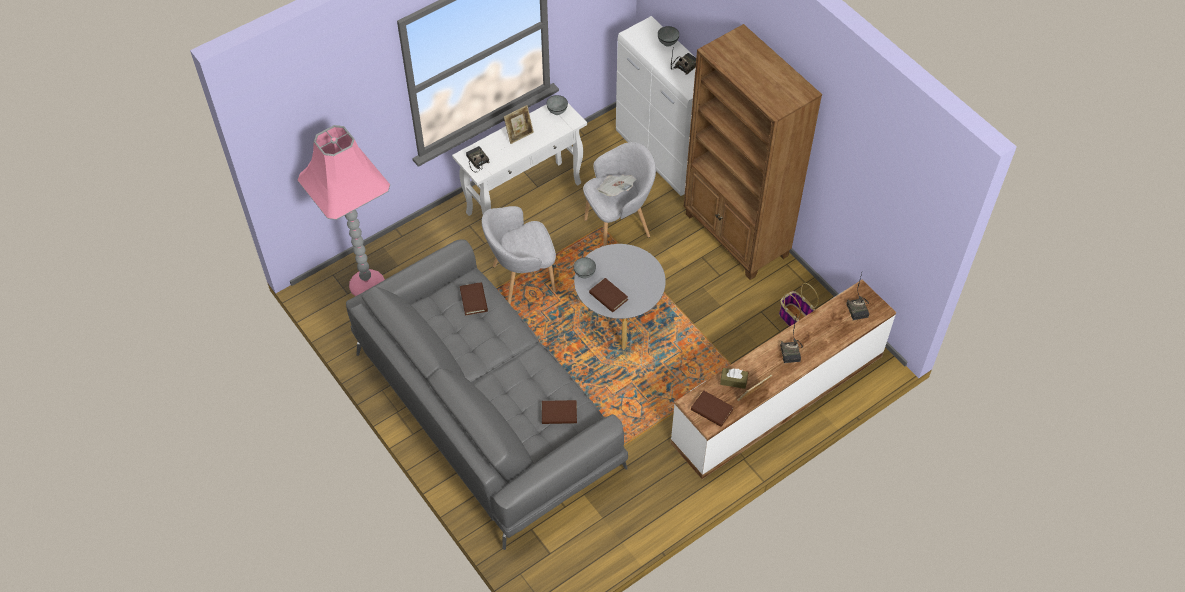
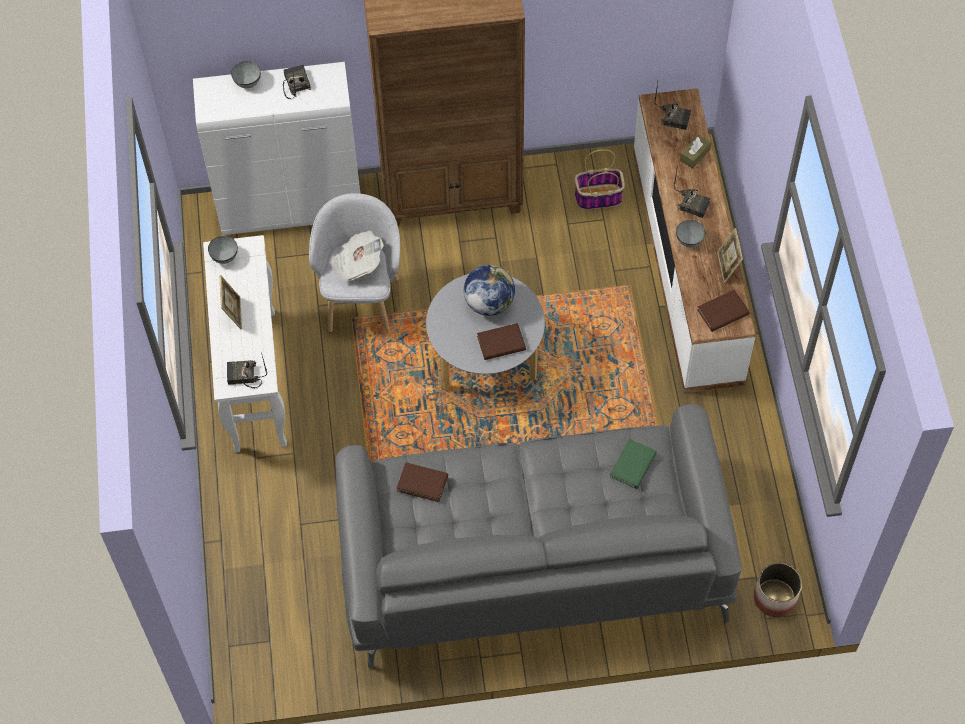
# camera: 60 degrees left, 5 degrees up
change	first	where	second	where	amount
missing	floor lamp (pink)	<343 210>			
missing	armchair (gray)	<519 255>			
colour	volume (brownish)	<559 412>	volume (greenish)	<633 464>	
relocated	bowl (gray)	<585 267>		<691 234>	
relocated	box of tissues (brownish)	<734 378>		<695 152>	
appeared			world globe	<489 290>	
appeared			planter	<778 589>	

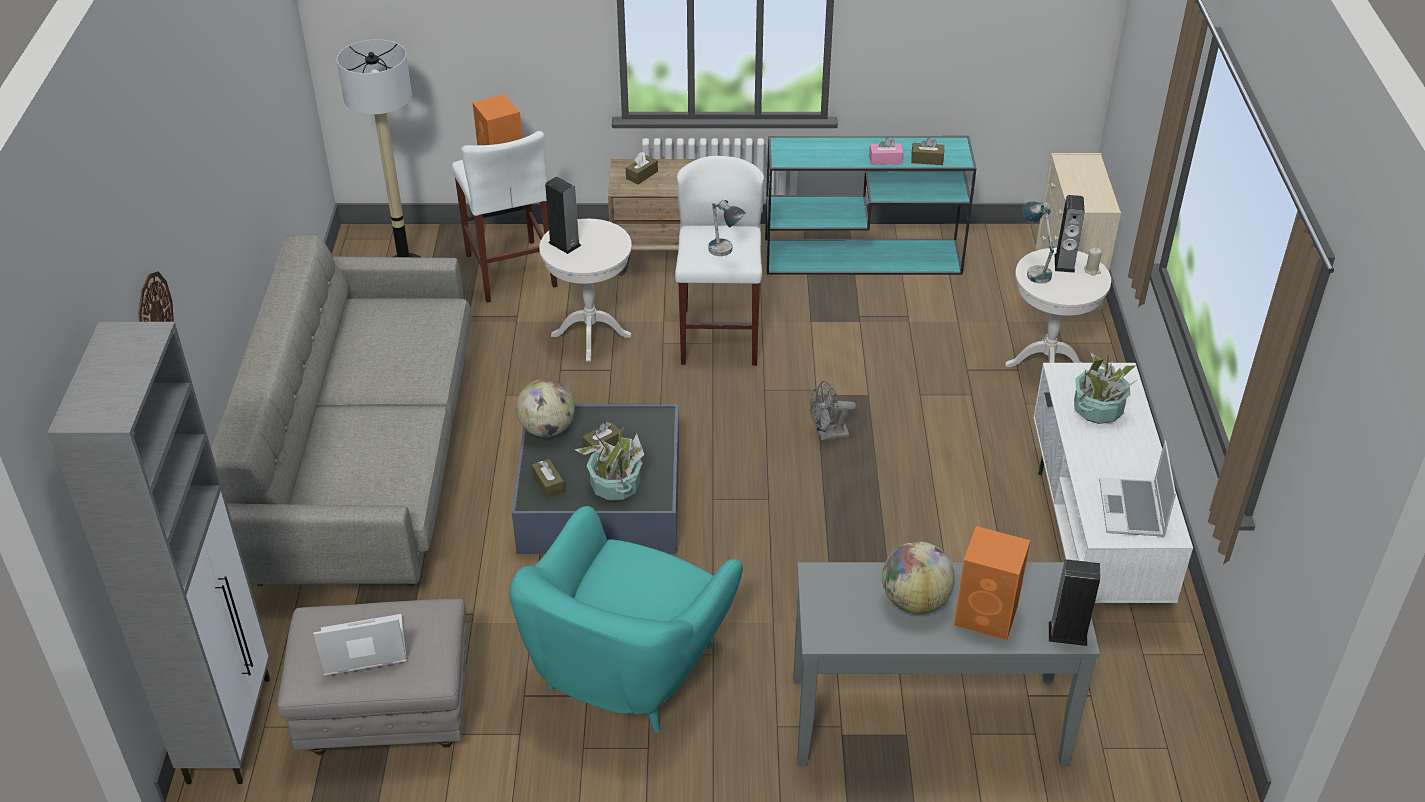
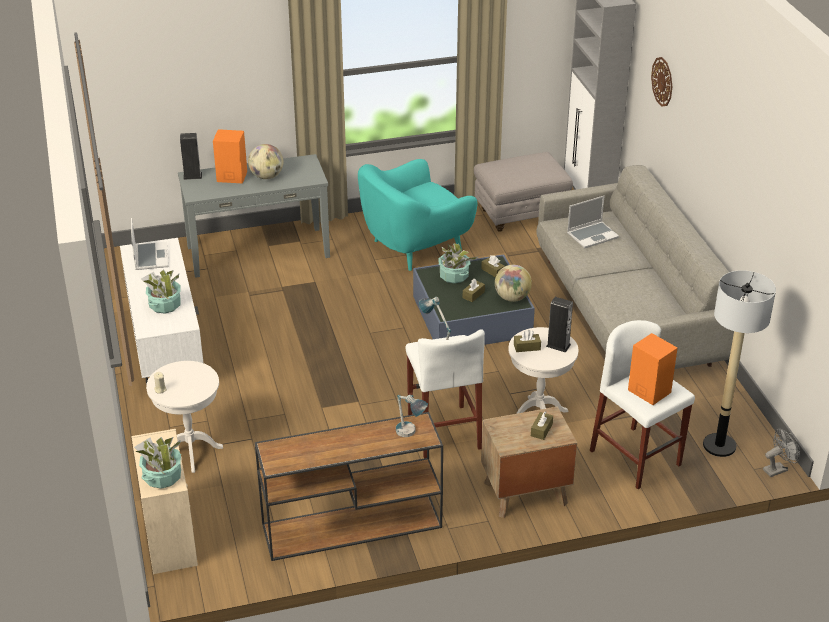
# camera: 165 degrees right, 5 degrees down
change	first	where	second	where	amount
relocated	notebook computer	<360 645>		<593 222>	
spun	armchair (turquoise)	<626 619>		<418 215>	135 degrees counterclockwise
colour	console table (turquoise)	<870 205>	console table (brownish)	<349 486>	
relocated	cooling fan (gray)	<833 411>		<781 453>	
missing	box of tissues (pink)	<886 151>			
relocated	box of tissues (brownish)	<927 151>		<527 341>	
relocated	tabletop lamp	<1038 243>		<412 416>	
missing	speaker	<1070 234>			
appeared			houseplant	<157 463>	

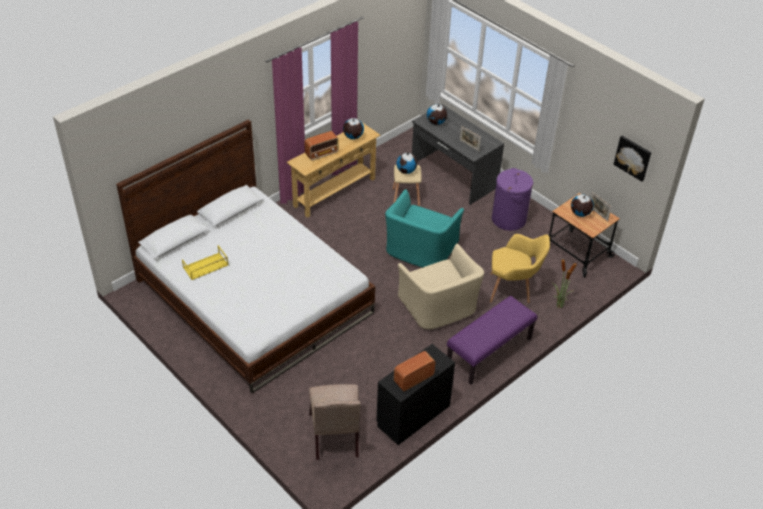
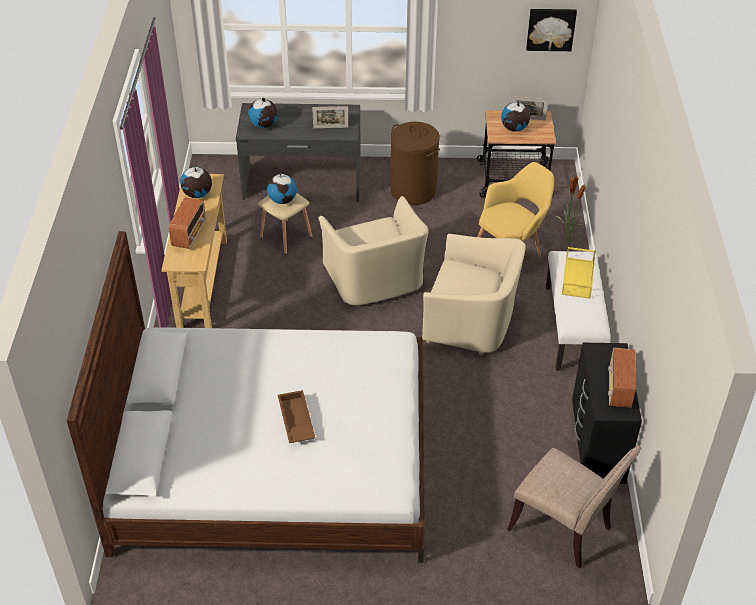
# camera: 45 degrees left, 0 degrees up
change	first	where	second	where	amount
relocated	carrying tray (yellow-coloured)	<205 262>		<579 273>	
colour	armchair (turquoise)	<424 228>	armchair (beige-coloured)	<374 250>	
colour	long seat (purplish)	<492 340>	long seat (white-coloured)	<578 311>	
colour	washing basket (purplish)	<512 199>	washing basket (brownish)	<415 163>	
appeared			carrying tray (brownish)	<296 416>	

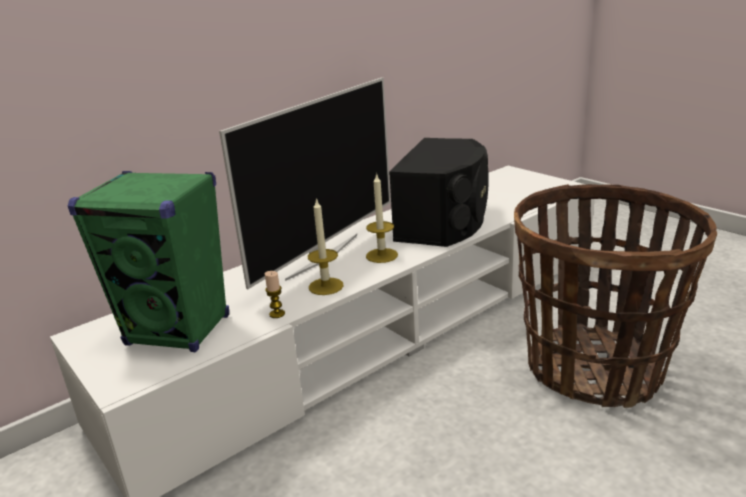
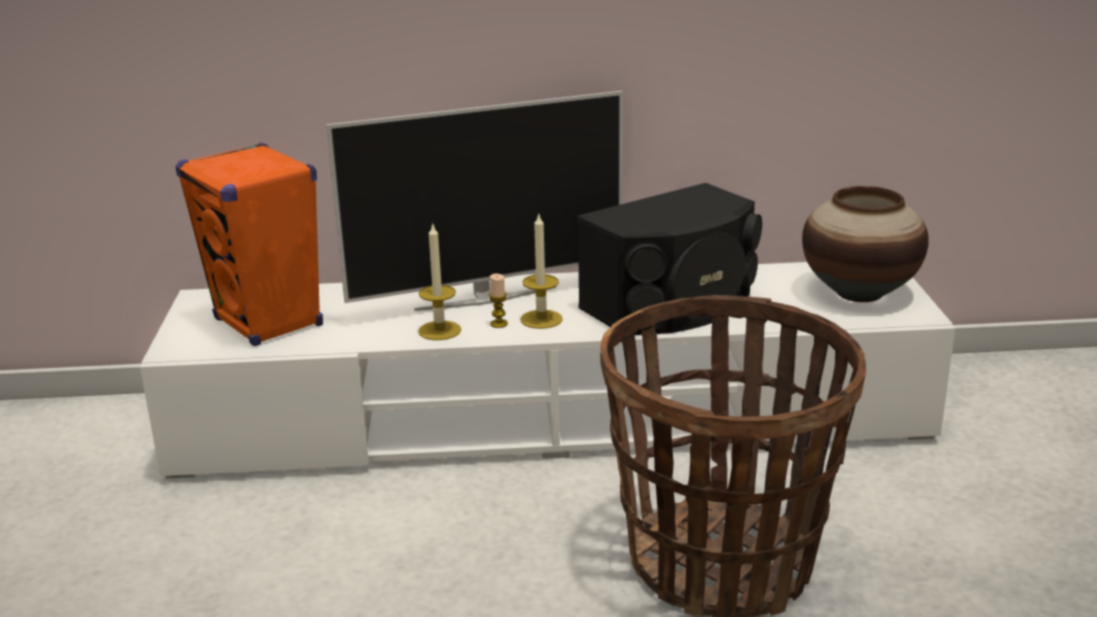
# camera: 35 degrees right, 0 degrees up
change	first	where	second	where	amount
colour	speaker (greenish)	<148 261>	speaker (orange-coloured)	<249 244>	
relocated	wax light	<275 294>		<498 301>	
appeared			decorative vase	<865 244>	

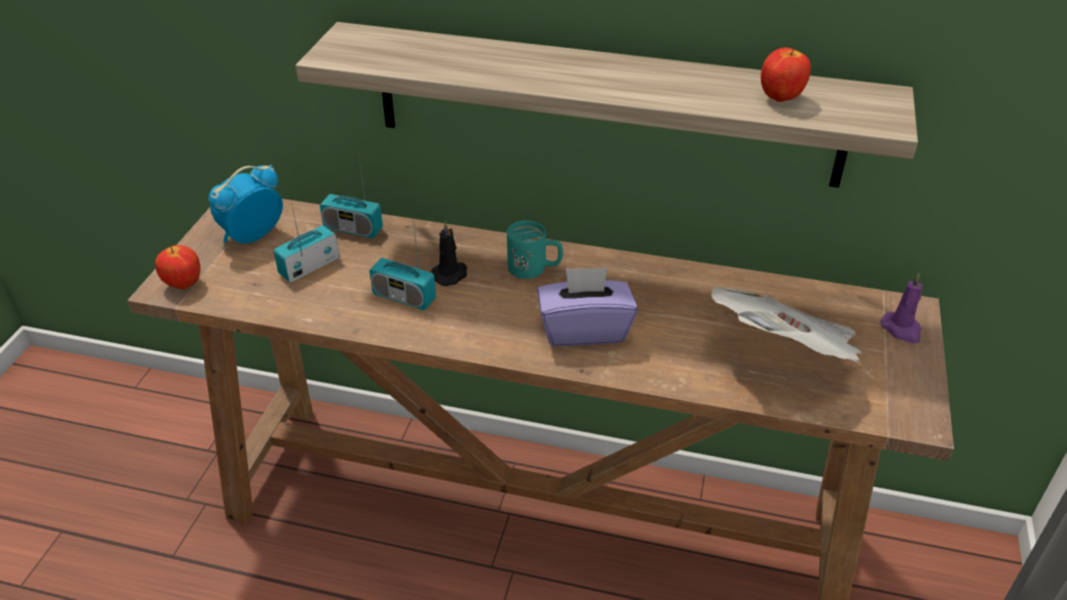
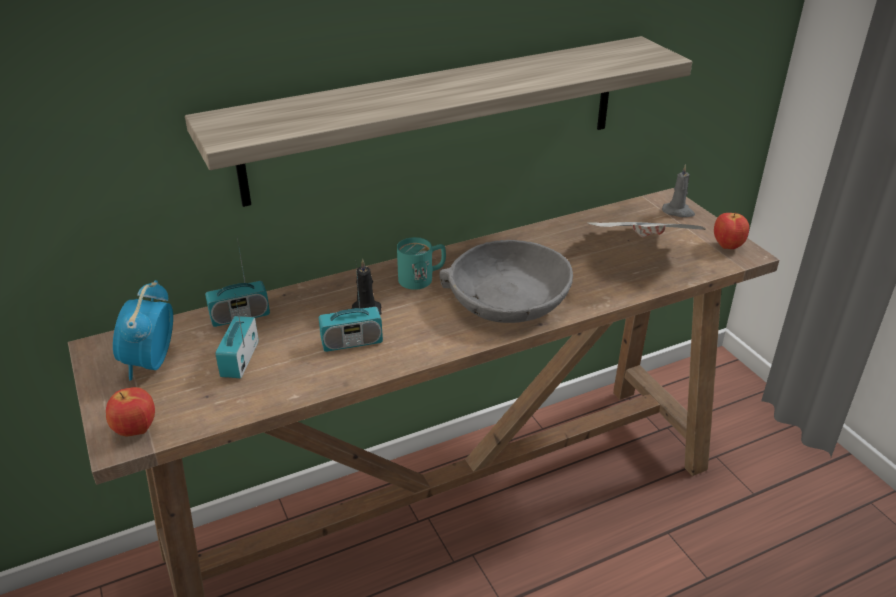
# camera: 40 degrees left, 5 degrees down
change	first	where	second	where	amount
exchanged	box of tissues (purplish)	<587 306>	bowl (gray)	<506 281>	
relocated	apple fruit	<786 74>		<731 230>	
colour	wax light (purplish)	<901 308>	wax light (gray)	<678 190>	

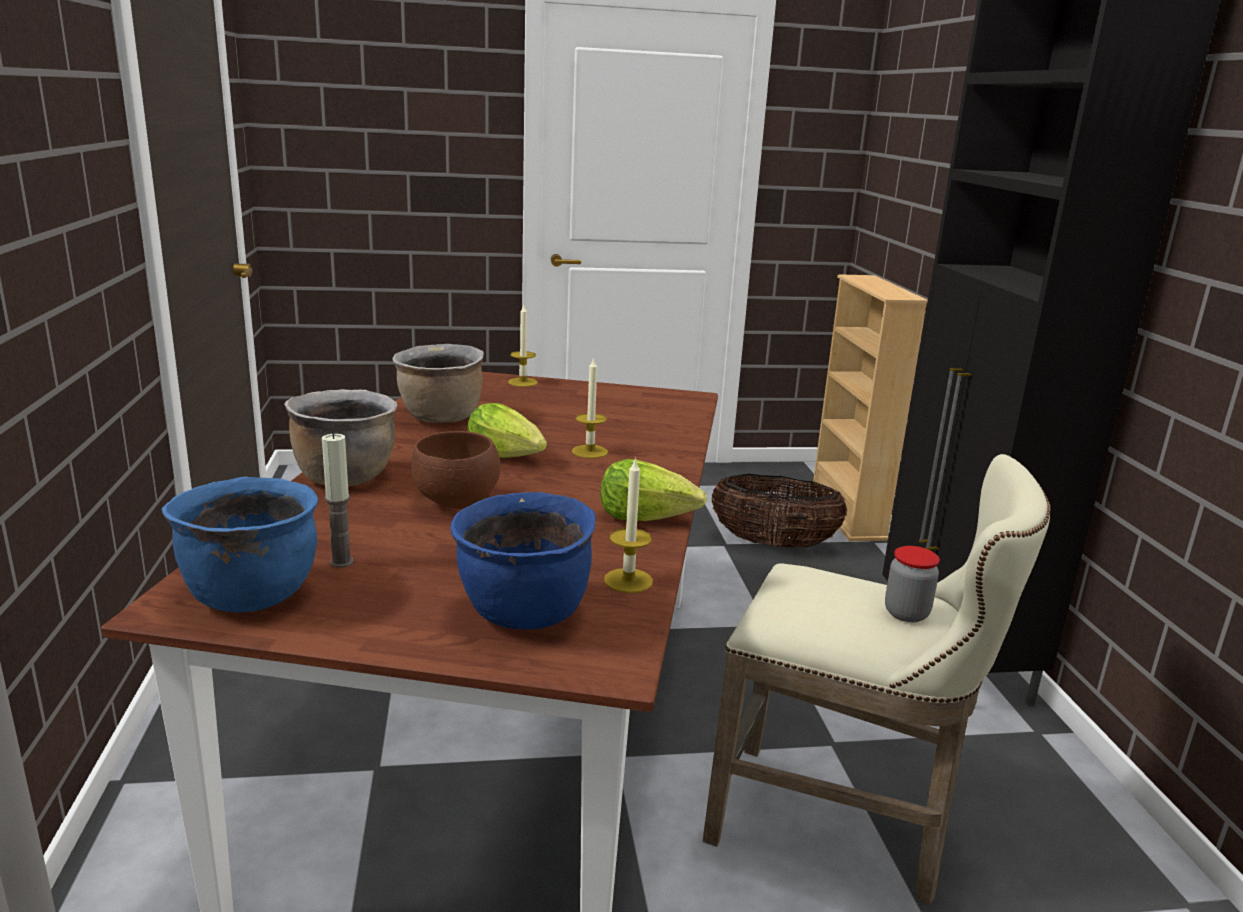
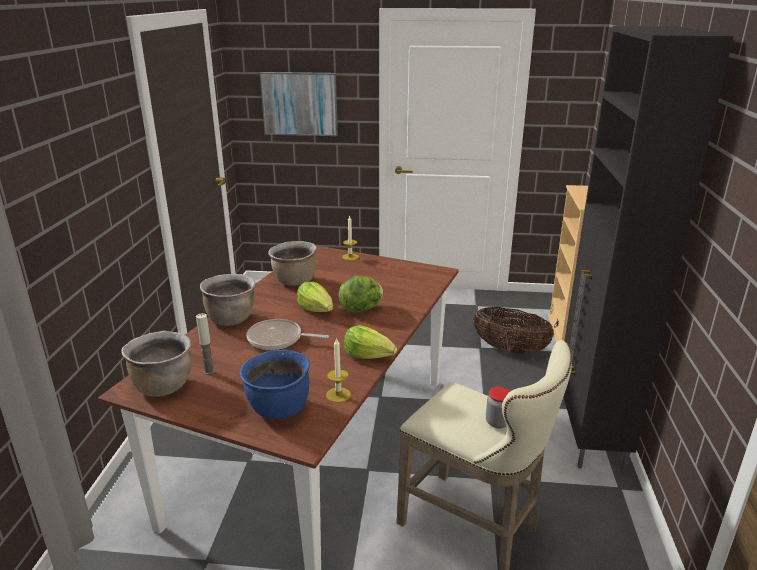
# camera: 15 degrees right, 5 degrees up
change	first	where	second	where	amount
colour	cooking pot (blue)	<240 545>	cooking pot (brownish)	<156 364>	
exchanged	bowl (brownish)	<455 470>	skillet	<287 334>	
exchanged	wax light	<590 407>	lettuce	<360 294>	
appeared			wall picture	<299 104>	

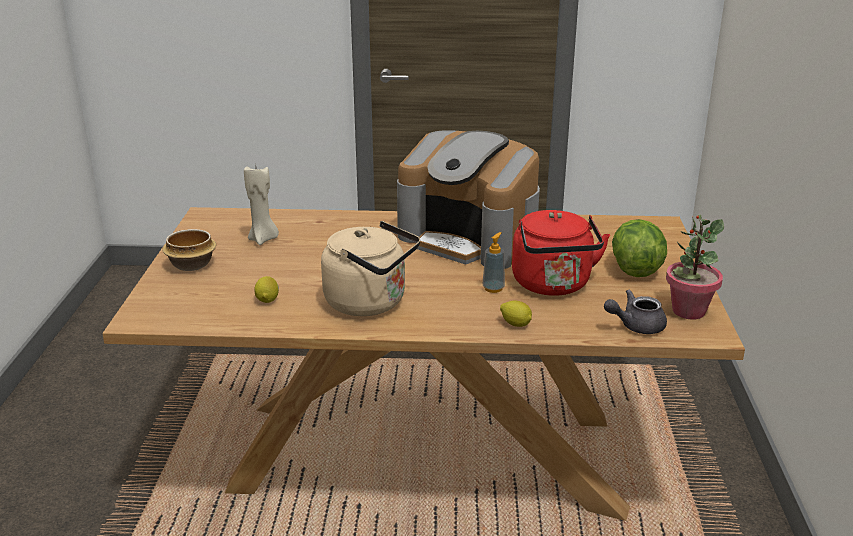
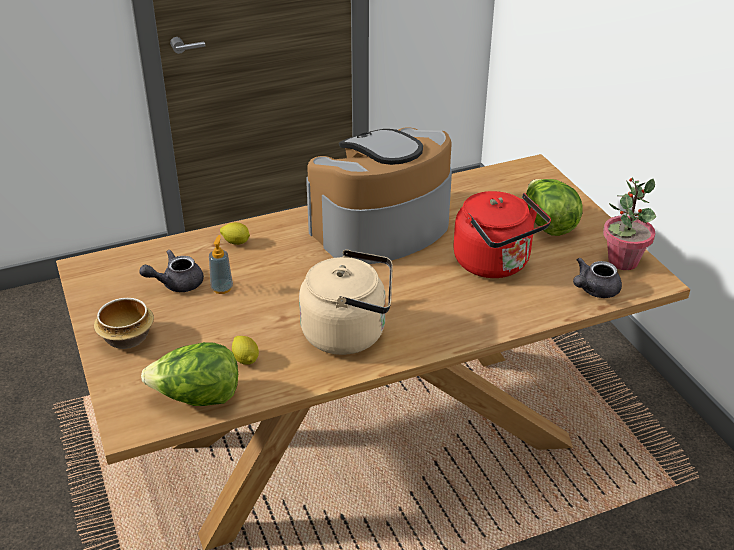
# camera: 25 degrees left, 10 degrees up
change	first	where	second	where	amount
exchanged	wax light (beige-coloured)	<261 206>	pot for tea (gray)	<171 271>	
spun	coffee brewer	<468 199>		<379 195>	135 degrees clockwise
relocated	soap dispenser	<494 262>		<221 264>	
relocated	whole lemon	<516 314>		<235 233>	
appeared			lettuce	<189 374>	

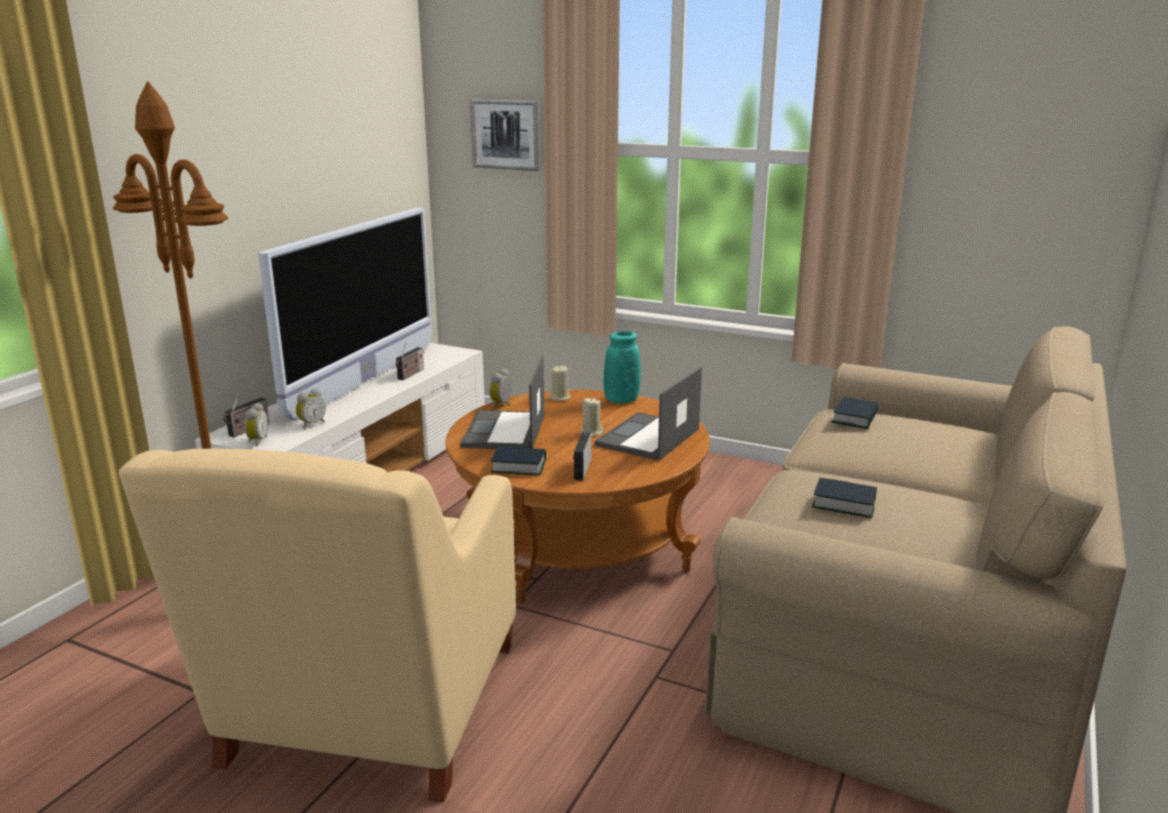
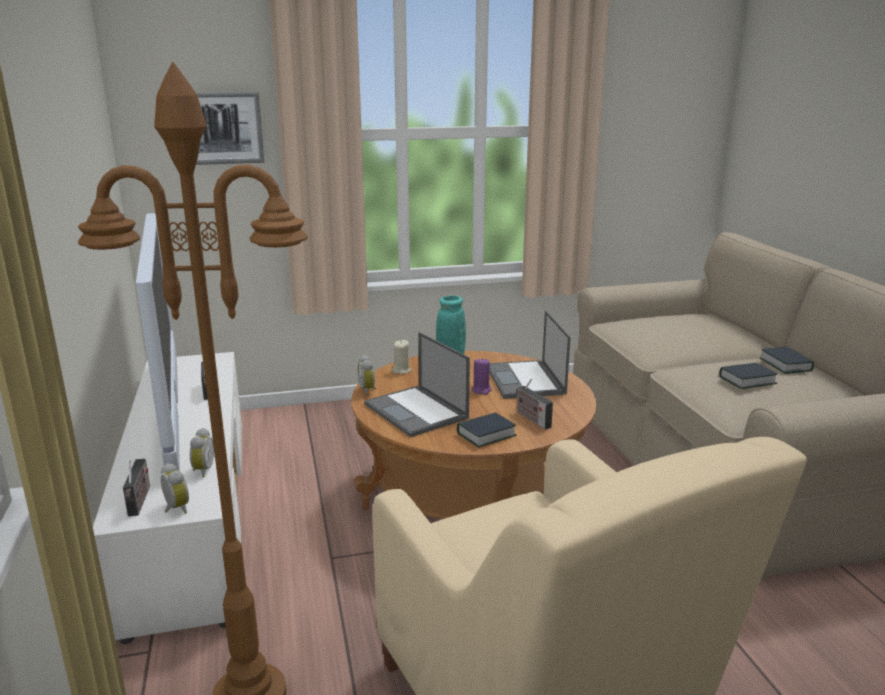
# camera: 40 degrees left, 0 degrees up
change	first	where	second	where	amount
colour	wax light (beige-coloured)	<591 417>	wax light (purplish)	<482 376>	
relocated	volume	<855 413>		<787 360>	

